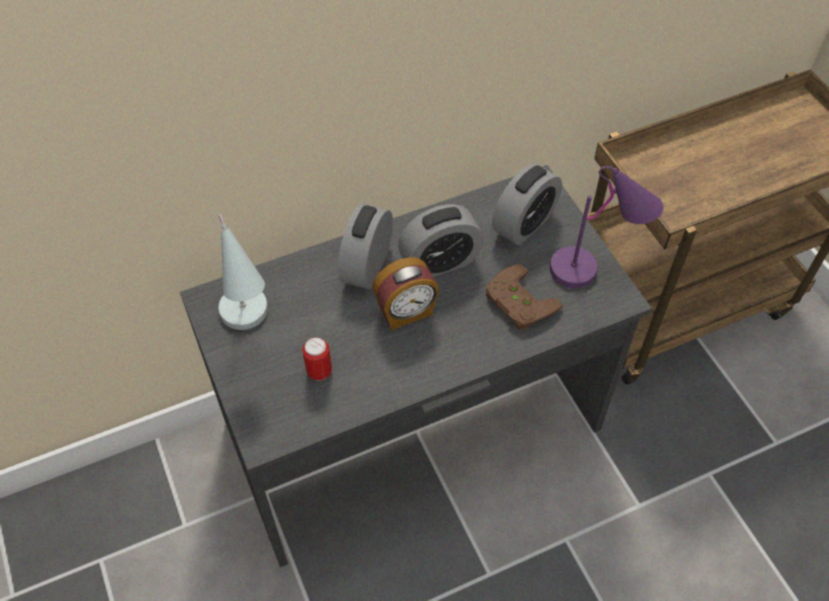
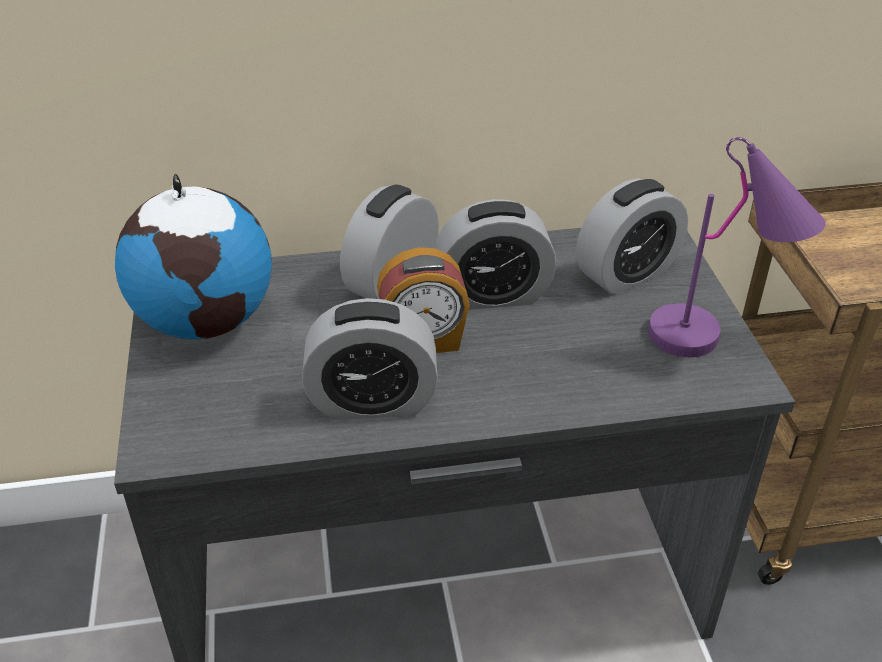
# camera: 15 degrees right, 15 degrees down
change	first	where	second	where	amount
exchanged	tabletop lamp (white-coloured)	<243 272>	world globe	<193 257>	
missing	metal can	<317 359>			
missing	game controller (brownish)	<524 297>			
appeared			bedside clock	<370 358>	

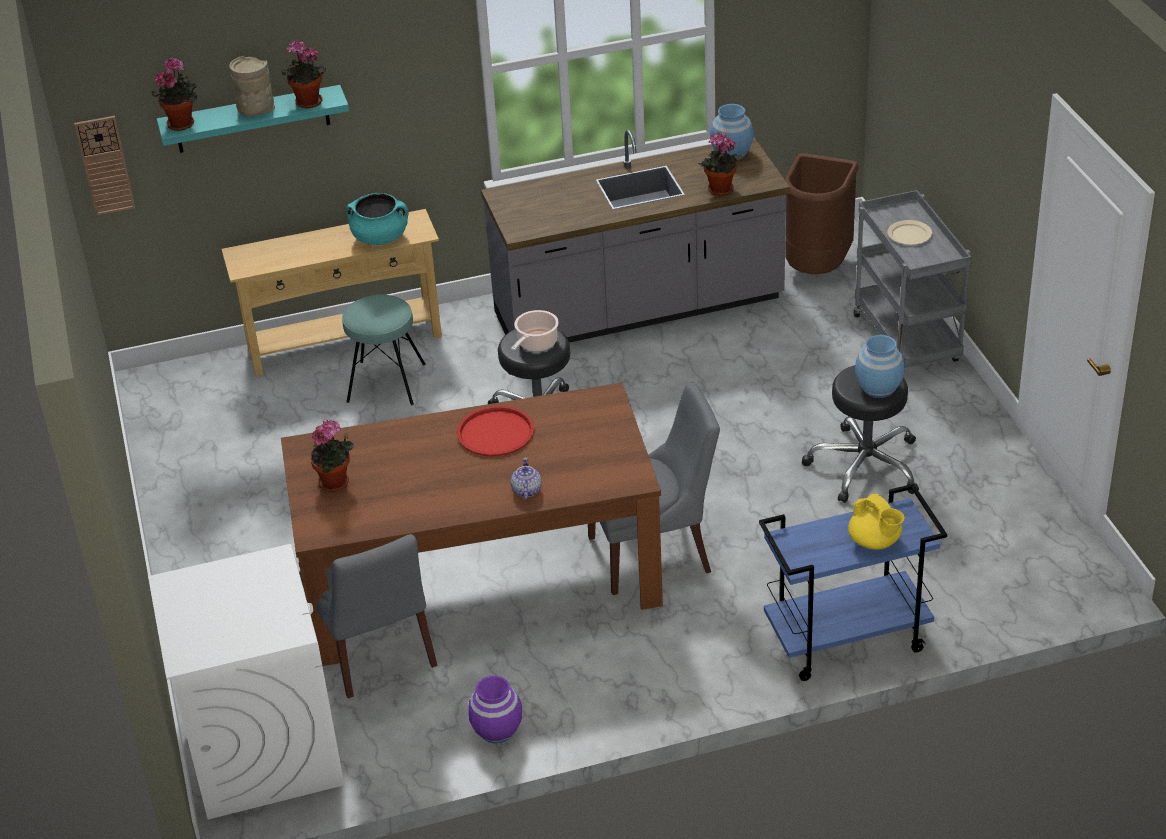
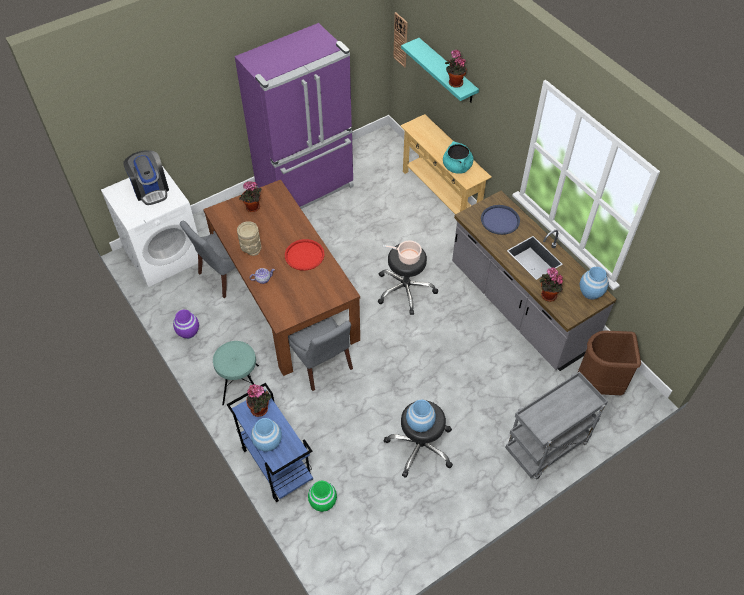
# camera: 70 degrees right, 15 degrees up
change	first	where	second	where	amount
relocated	houseplant	<174 94>		<258 400>	
relocated	decorative vase (beige-coloured)	<252 86>		<249 238>	
relocated	stool seat (turquoise)	<384 350>		<236 373>	
exchanged	pot for tea (yellow-coloured)	<876 522>	decorative vase (blue)	<266 435>	
missing	plate (beige-coloured)	<909 232>			
appeared			coffee brewer	<146 177>	
appeared			refrigerator (purplish)	<294 116>	
appeared			decorative vase (greenish)	<322 496>	
appeared			carrying tray (blue)	<500 220>	

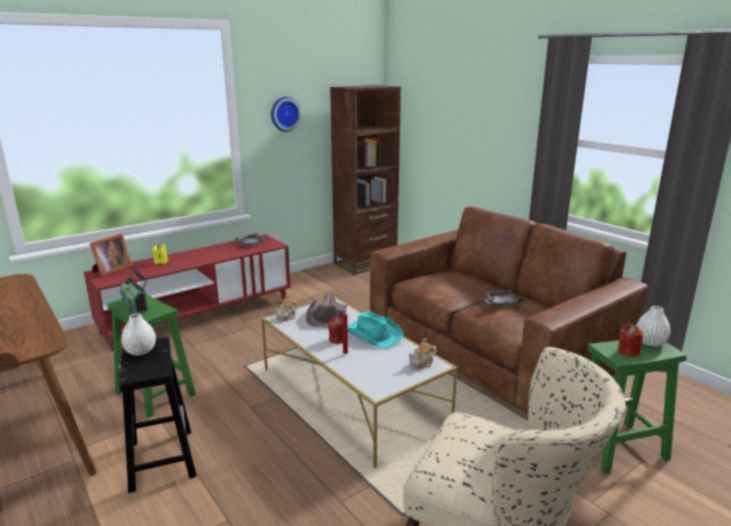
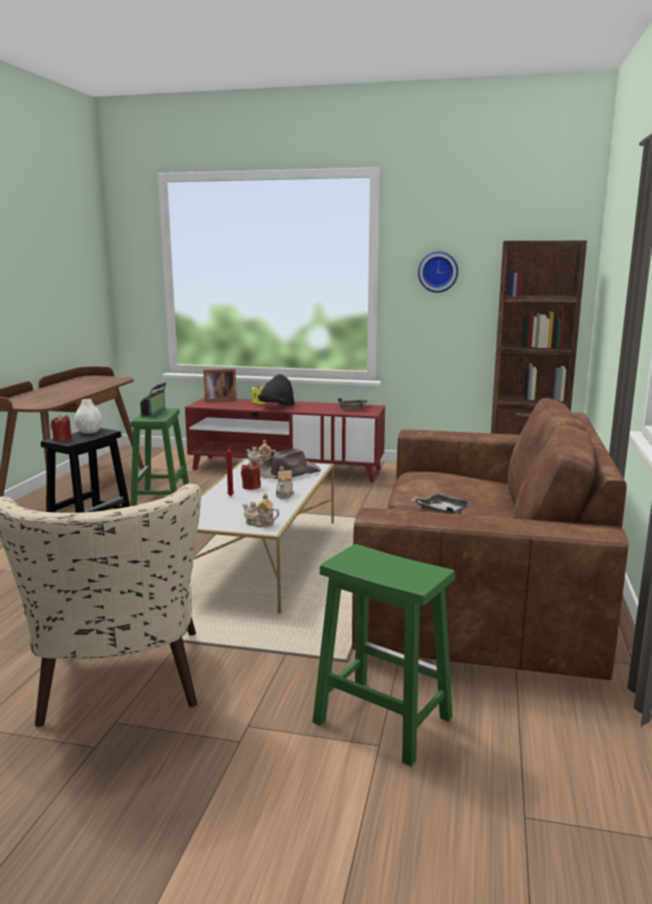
# camera: 50 degrees right, 5 degrees down
change	first	where	second	where	amount
exchanged	hat (turquoise)	<375 330>	pot for tea	<285 482>	
relocated	wax light (red-coloured)	<630 340>		<61 428>	
missing	decorative vase (white-coloured)	<653 326>			
appeared			hat (blackish)	<276 390>	

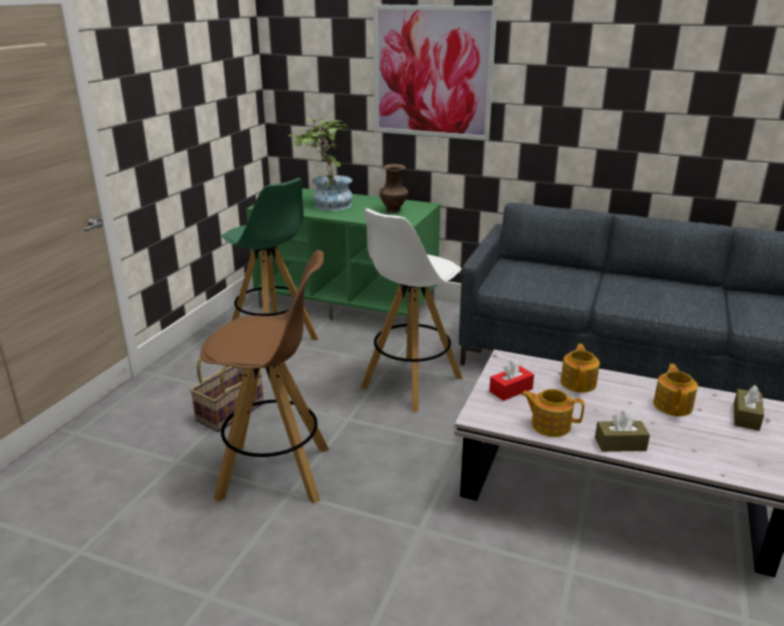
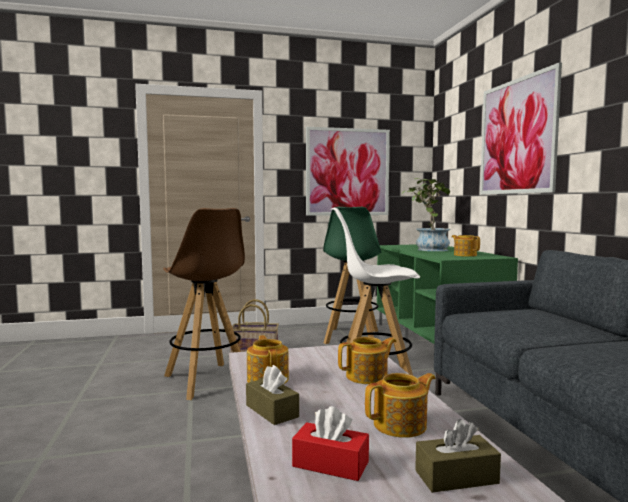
# camera: 55 degrees right, 20 degrees down
change	first	where	second	where	amount
exchanged	decorative vase (brownish)	<394 188>	pot for tea	<466 246>	
relocated	box of tissues (red-coloured)	<511 380>		<330 443>	
appeared			wall picture	<348 171>	

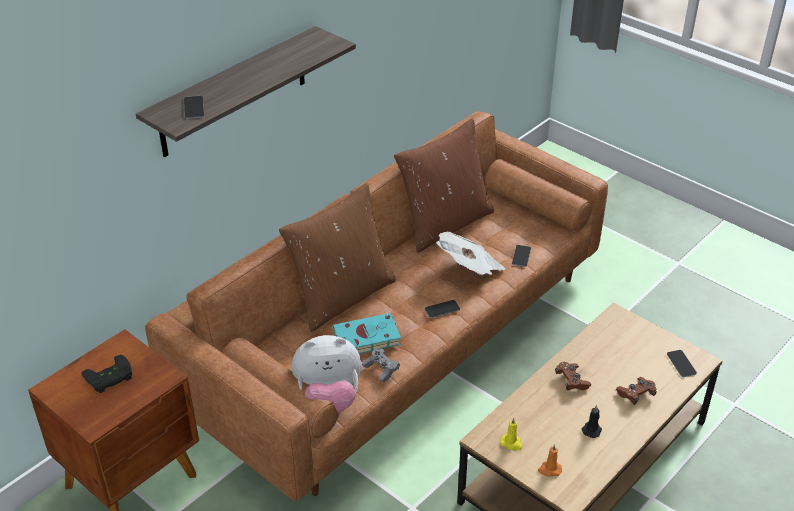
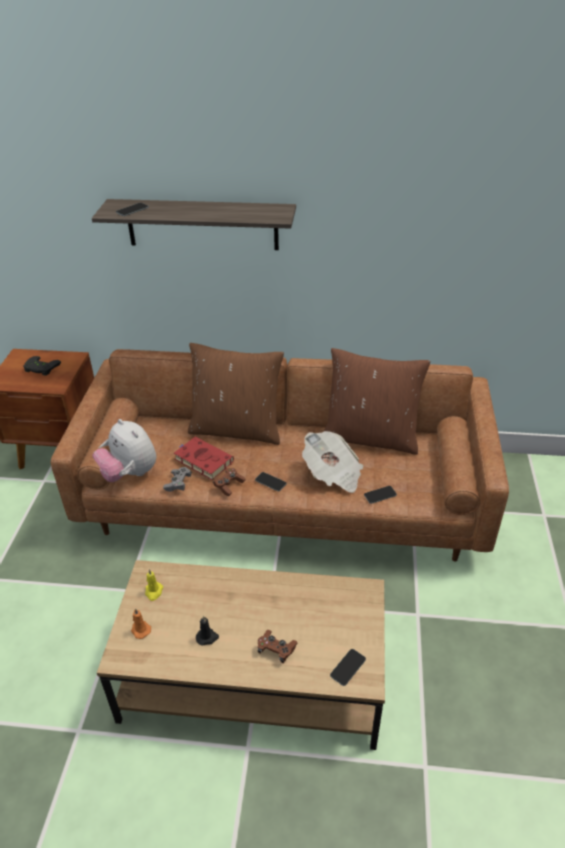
# camera: 55 degrees right, 0 degrees up
change	first	where	second	where	amount
colour	volume (turquoise)	<367 333>	volume (red-coloured)	<204 458>	
relocated	game controller (brownish)	<573 376>		<229 482>	

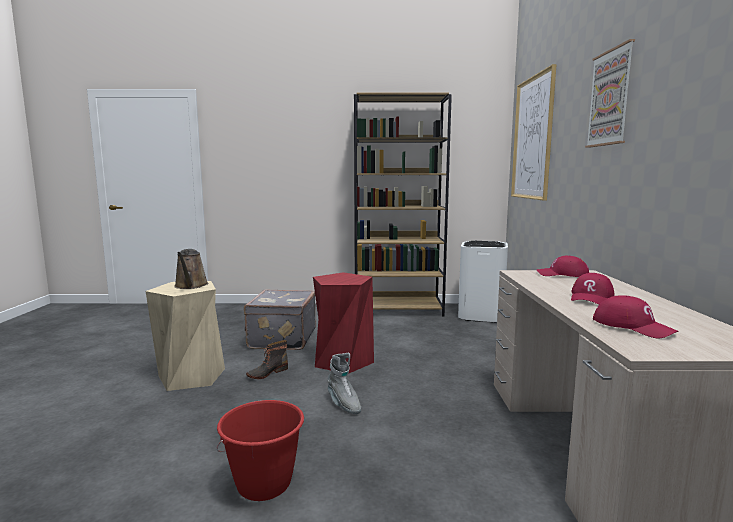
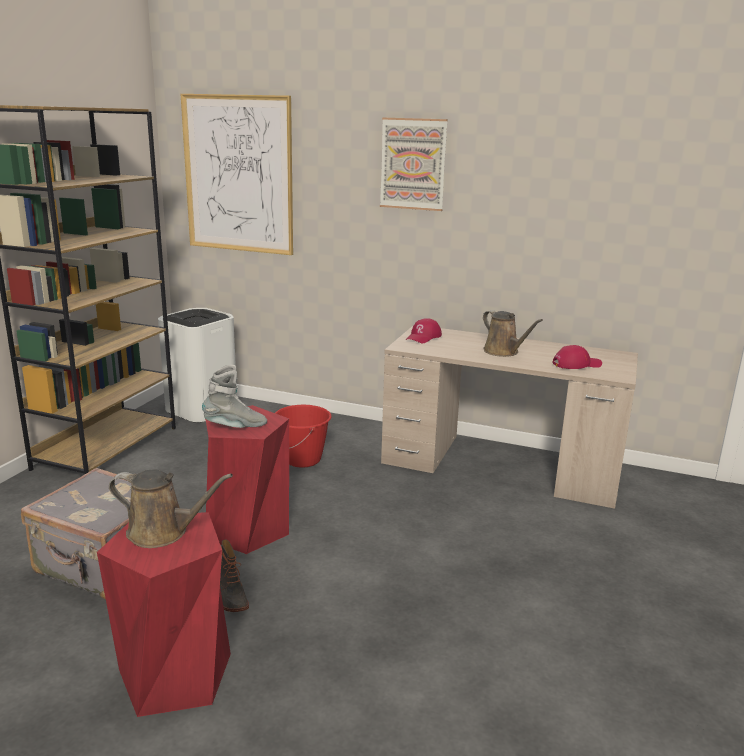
# camera: 70 degrees left, 10 degrees up
change	first	where	second	where	amount
colour	stool seat (beige-coloured)	<185 336>	stool seat (red-coloured)	<164 614>	
relocated	bucket (red-coloured)	<260 450>		<303 436>	
relocated	high-top boot (gray)	<344 383>		<234 396>	
exchanged	baseball cap (red-coloured)	<593 289>	watering can (brownish)	<513 333>	

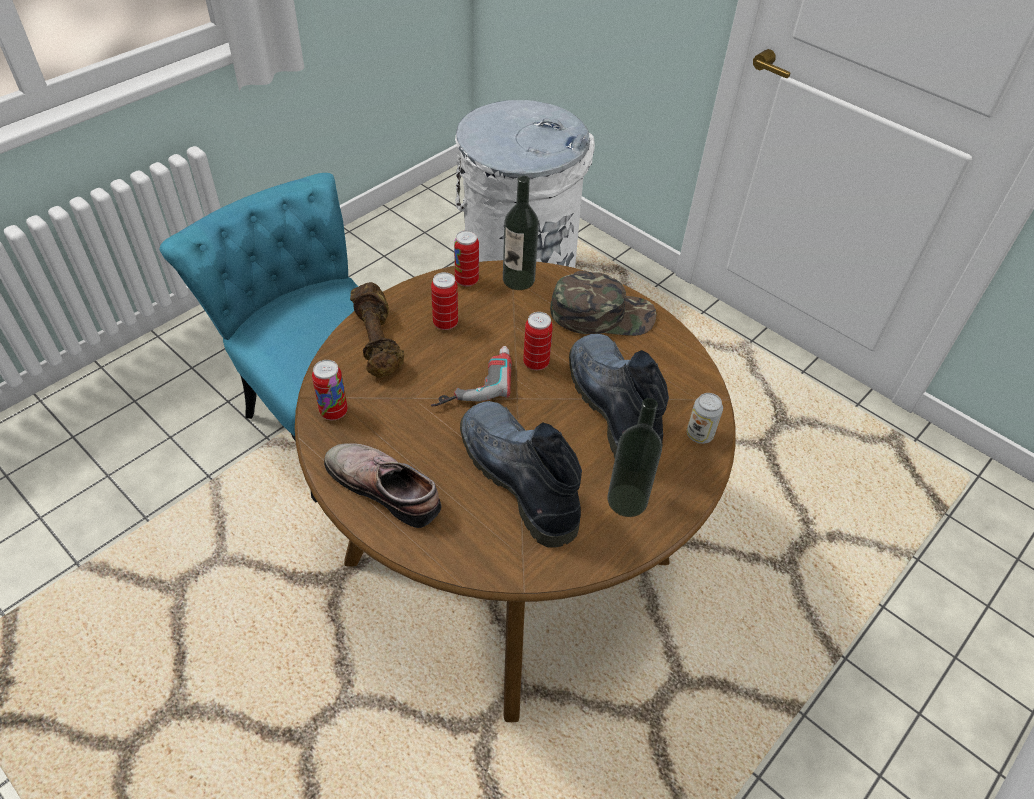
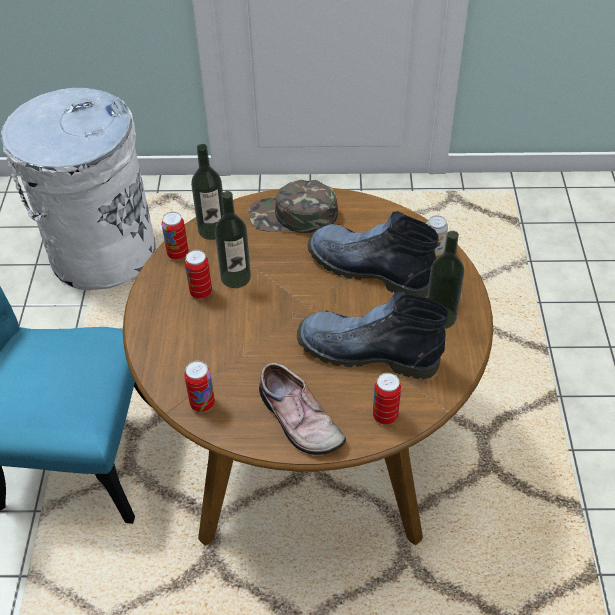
# camera: 40 degrees left, 0 degrees up
change	first	where	second	where	amount
spun	low shoe	<382 485>		<302 409>	120 degrees counterclockwise
missing	hand weight (brownish)	<377 330>			
missing	drill	<471 376>			
relocated	metal can	<538 341>		<387 399>	
spun	baseball cap (greenish)	<603 303>		<293 206>	135 degrees counterclockwise
appeared			drink bottle	<233 239>	

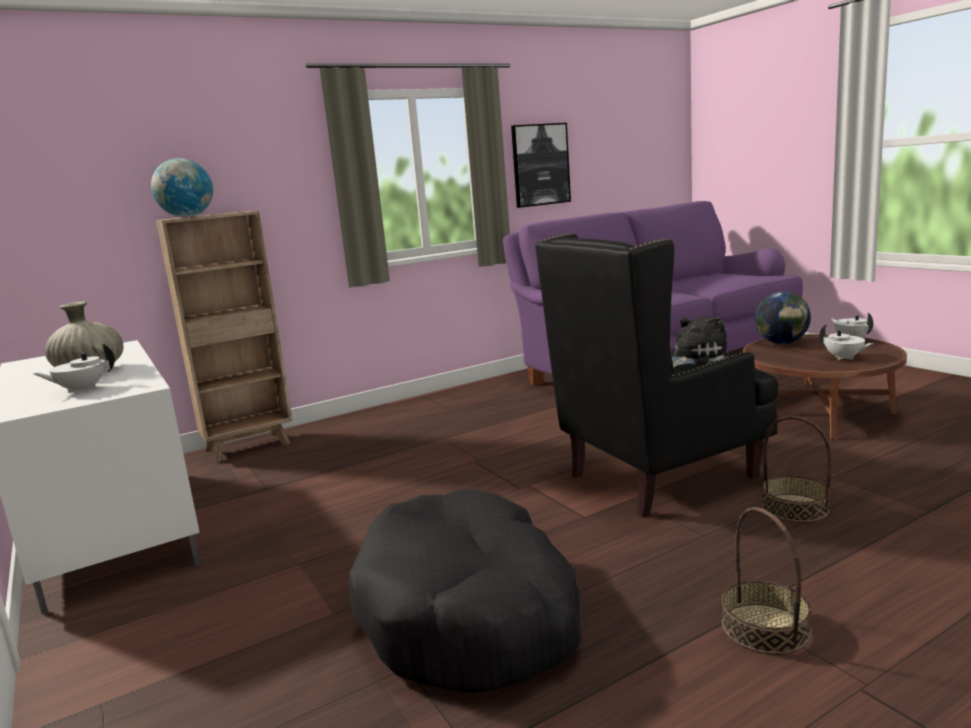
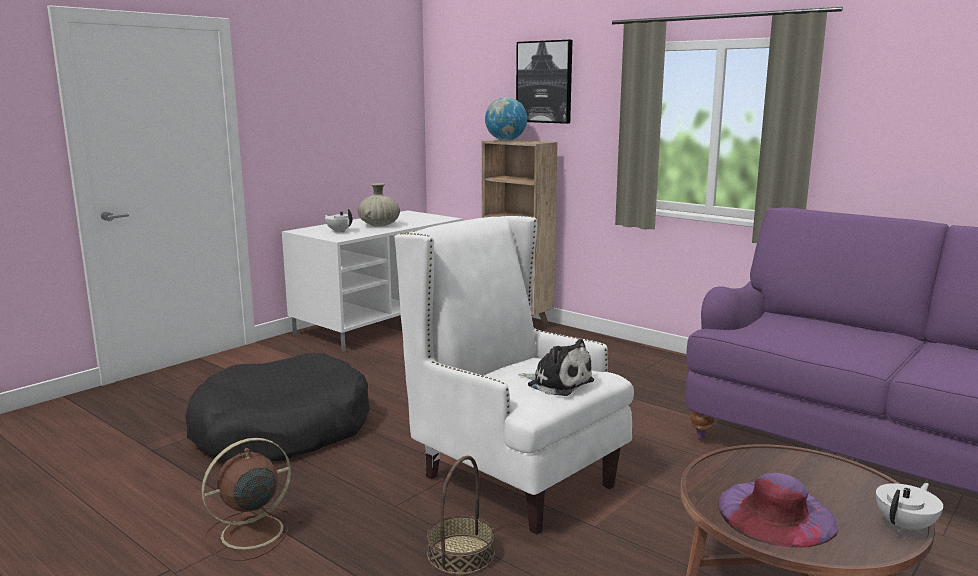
# camera: 70 degrees right, 0 degrees up
change	first	where	second	where	amount
relocated	wall picture	<541 165>		<544 82>	
colour	armchair (blackish)	<657 375>	armchair (white-coloured)	<514 375>	
exchanged	household basket	<766 581>	cooling fan (brownish)	<252 499>	
missing	world globe	<783 318>			
exchanged	pot for tea (white-coloured)	<847 342>	hat (purplish)	<778 510>	

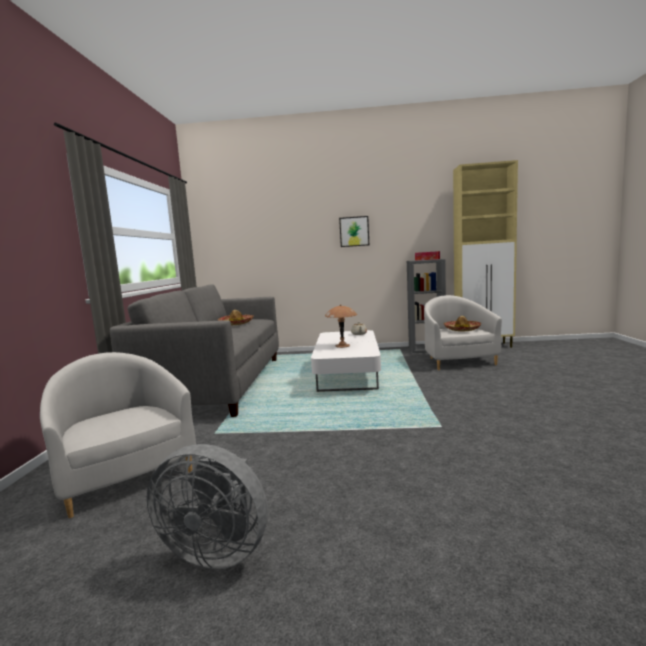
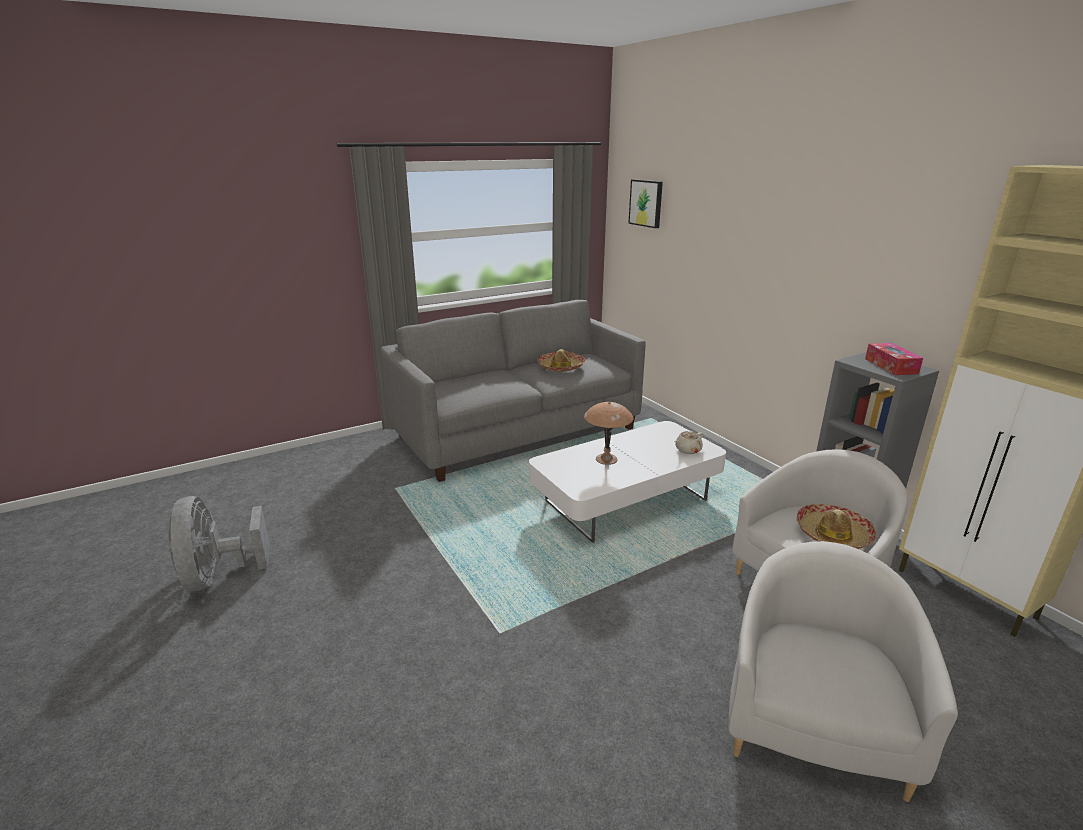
# camera: 55 degrees right, 15 degrees up
change	first	where	second	where	amount
relocated	armchair (white-coloured)	<118 435>		<843 671>	
relocated	wall picture	<354 231>		<645 203>	

